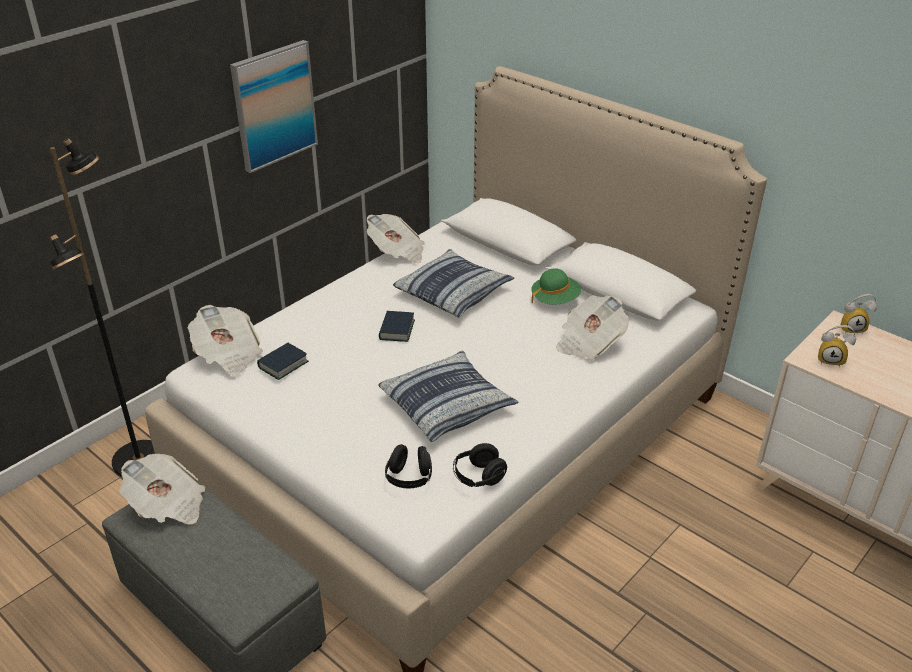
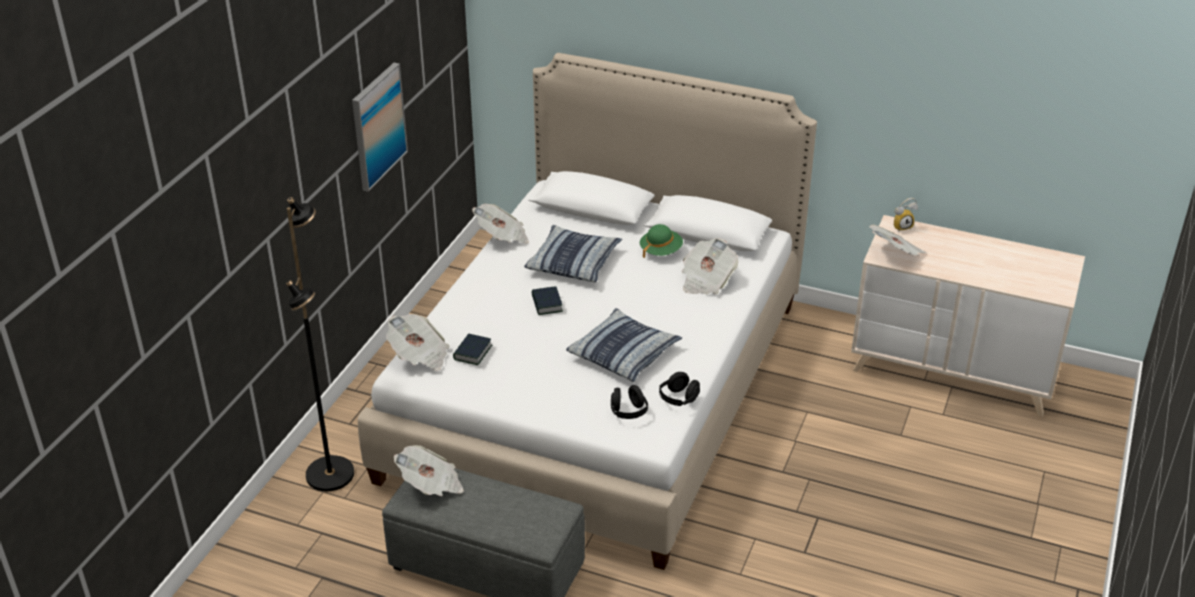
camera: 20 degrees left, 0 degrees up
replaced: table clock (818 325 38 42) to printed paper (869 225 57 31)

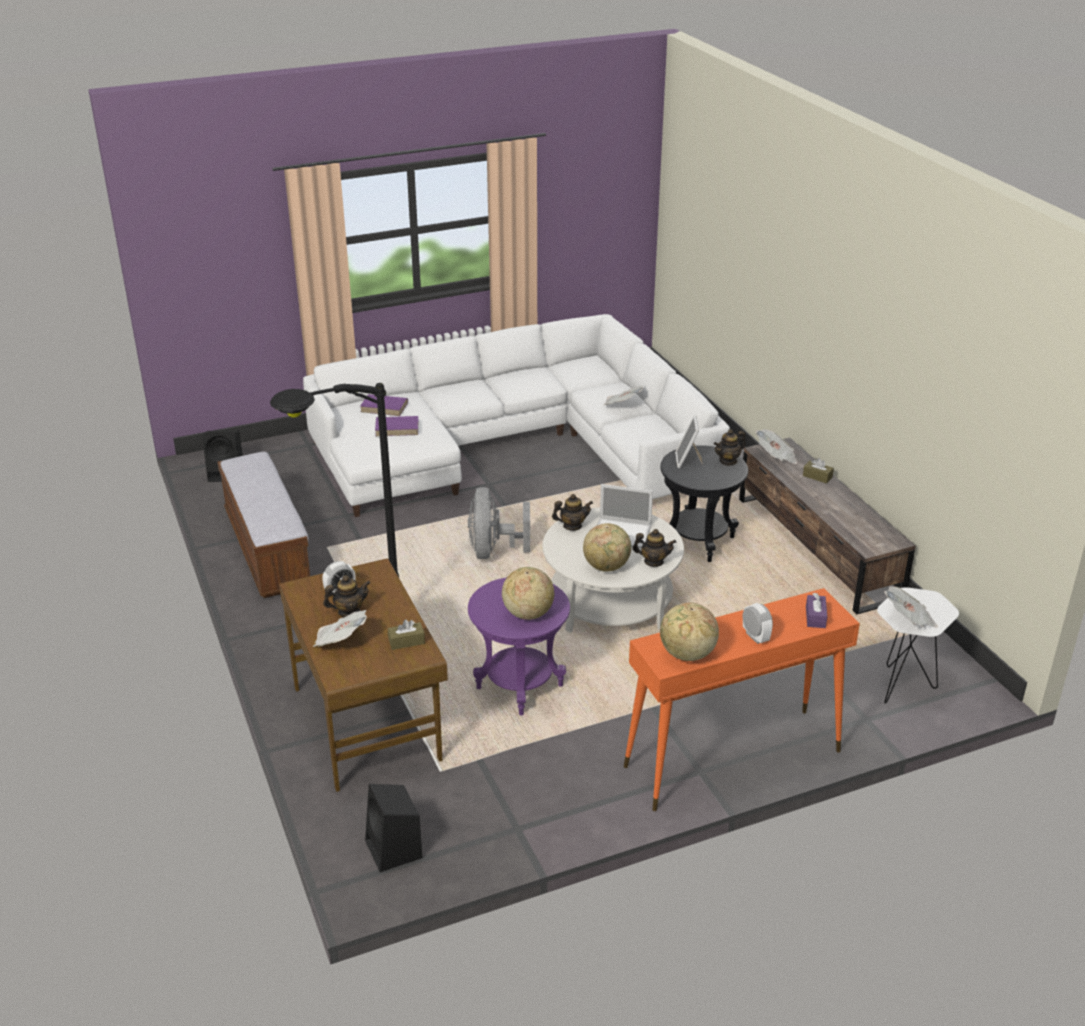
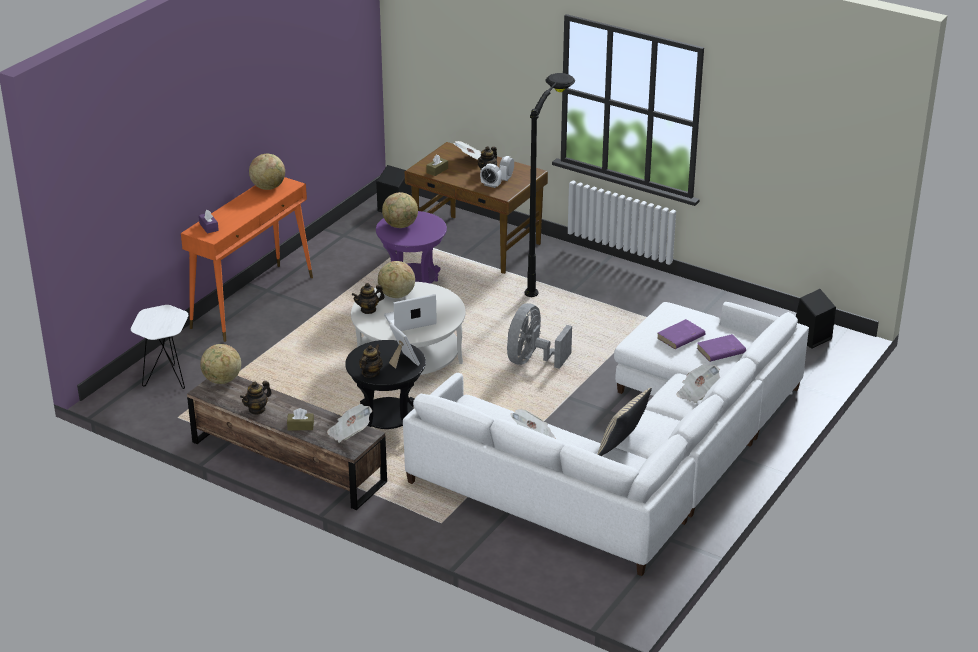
camera: 145 degrees right, 0 degrees up
removed: bench (217 452 93 146)
added: world globe (200 344 41 40); sand-coloured cushion (597 388 55 68)
moved: pot for tea (552 494 41 37) to (240 381 32 34); table clock (743 603 30 41) to (480 164 22 24); printed paper (884 587 54 40) to (676 364 44 39)
turned: grey electric fan (468 487 62 72) = (507 303 65 66) 120 degrees counterclockwise

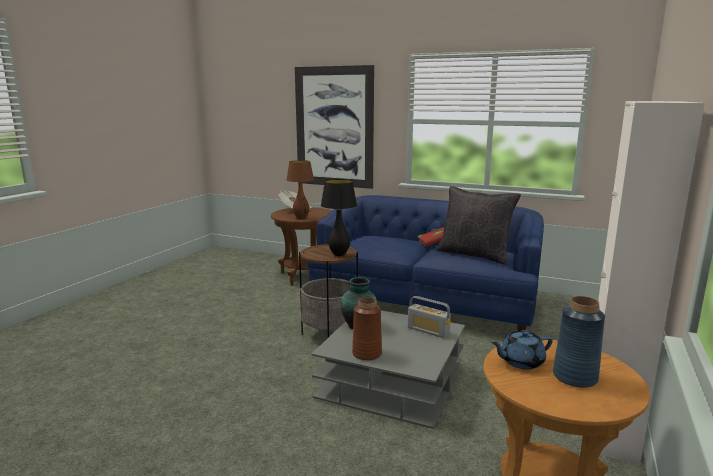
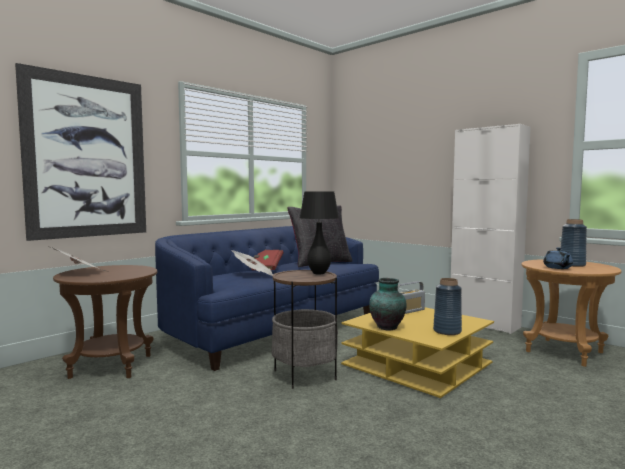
camera: 70 degrees left, 10 degrees down
removed: brownish tabletop lamp (287 160 27 59)
added: printed paper (231 250 42 26)
recoloured: grey lounge table (311 310 154 119) to yellow lounge table (341 307 153 91); brownish vase (352 297 30 64) to blue vase (433 278 29 57)

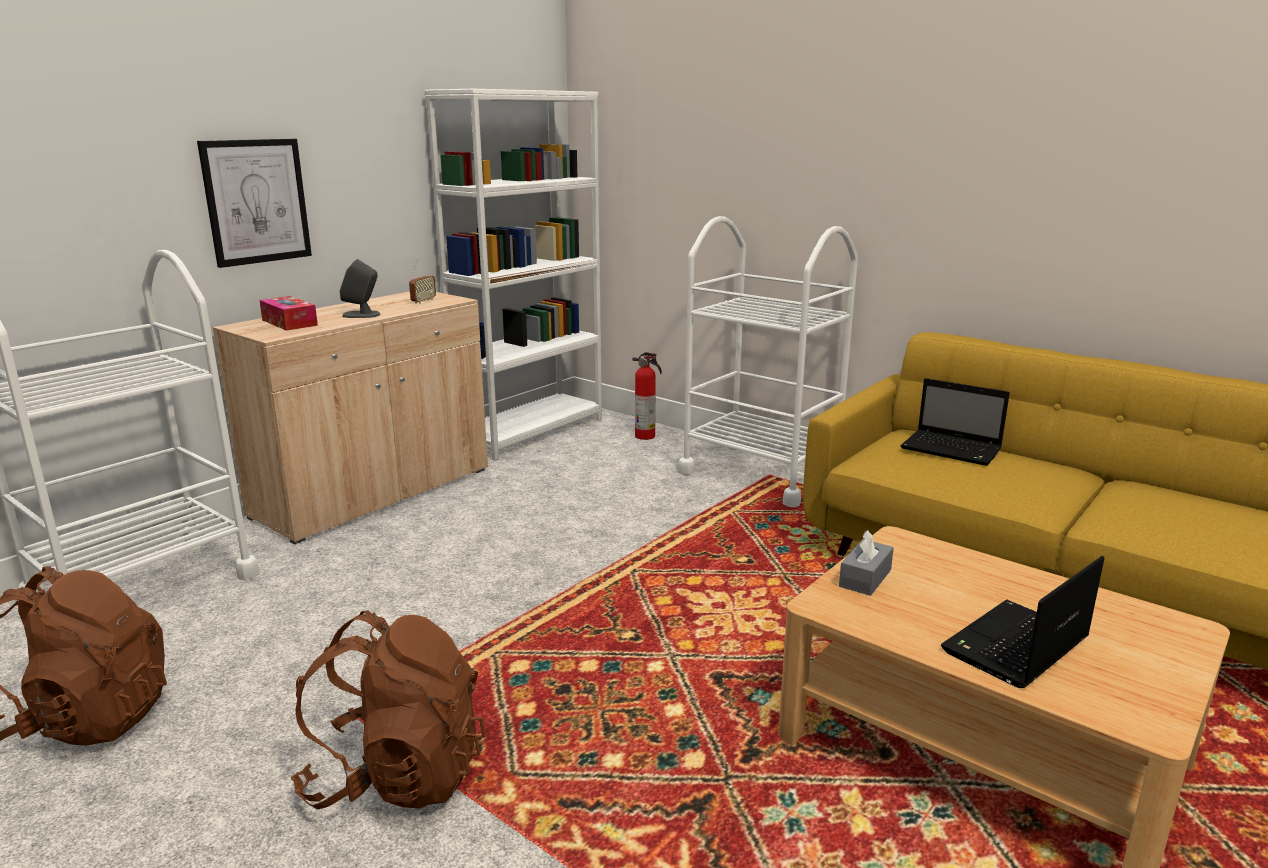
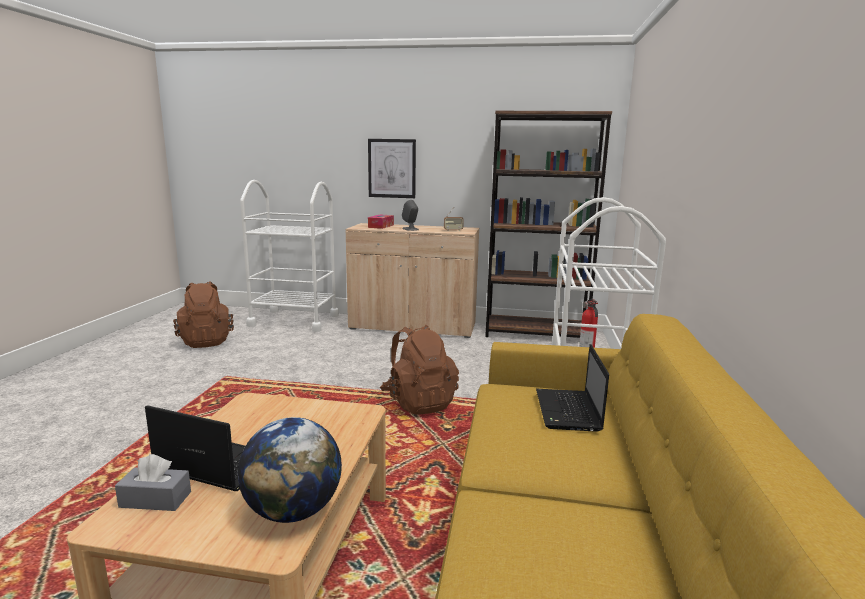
camera: 60 degrees right, 5 degrees down
added: world globe (238 417 104 106)
moved: brownish rucksack (291 610 195 199) to (380 325 79 90); grey tissue box (839 530 55 66) to (115 454 76 57)
recoloured: white-coloured bookcase (425 89 177 372) to brownish bookcase (485 111 127 227)

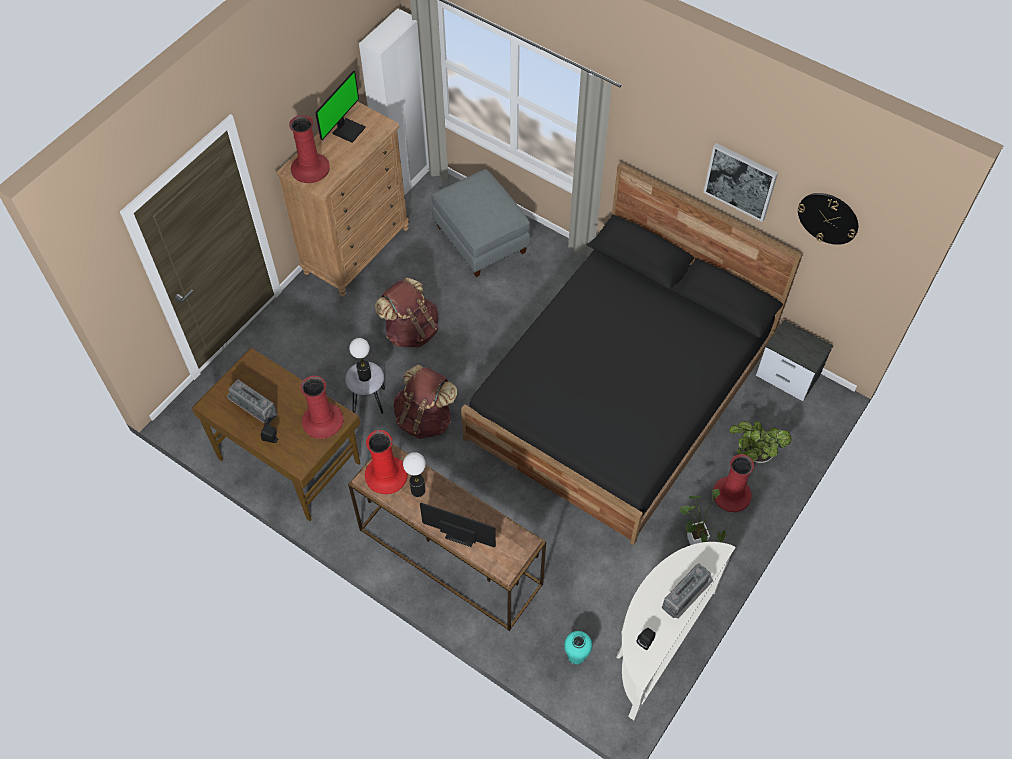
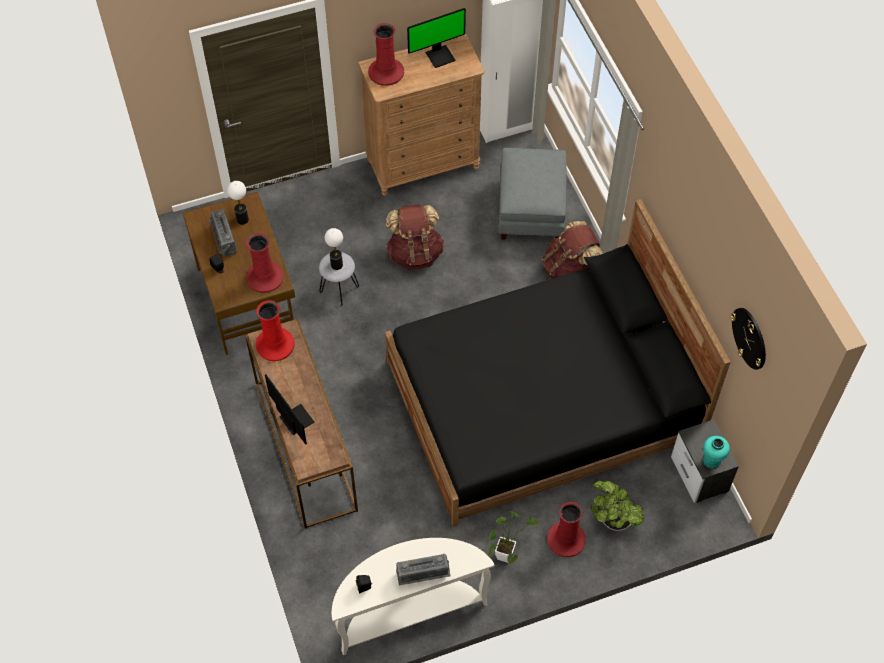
camera: 35 degrees right, 0 degrees up
removed: wall picture (703 143 75 79)
moved: brownish rucksack (393 365 64 74) to (542 221 60 58); tabletop lamp (403 452 23 45) to (227 181 22 44); blue-green vase (564 631 28 34) to (703 436 27 33)

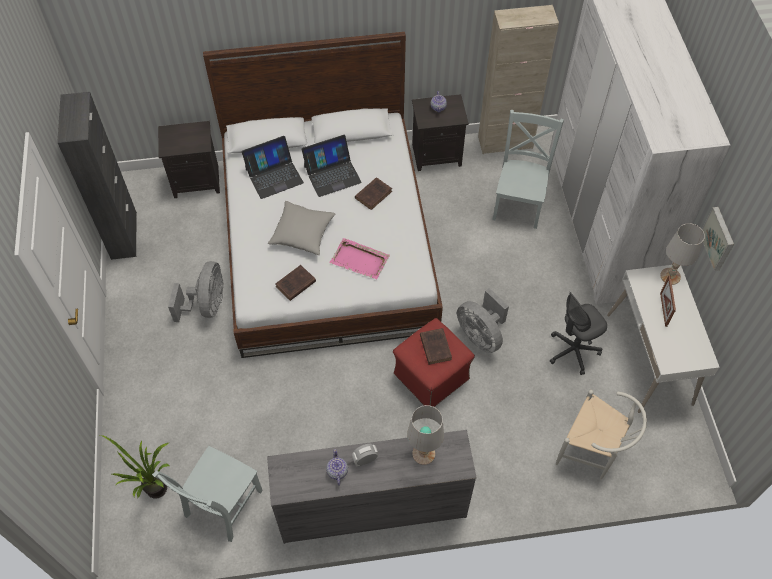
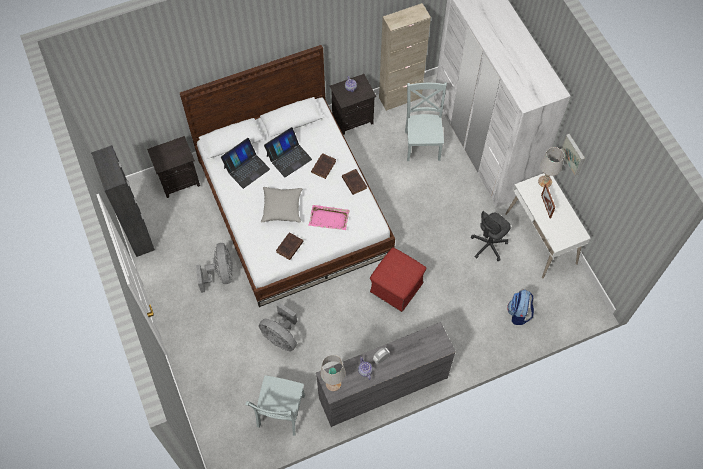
camera: 15 degrees left, 5 degrees up
removed: plant in a pot (100 435 70 64)
moved: white-coloured tabletop lamp (407 405 37 60) to (320 355 25 36); brownish volume (420 328 32 37) to (342 169 25 26); grey electric fan (457 288 52 65) to (259 303 38 48)
replaced: white-coloured upright chair (556 390 91 89) to rucksack (507 289 27 36)

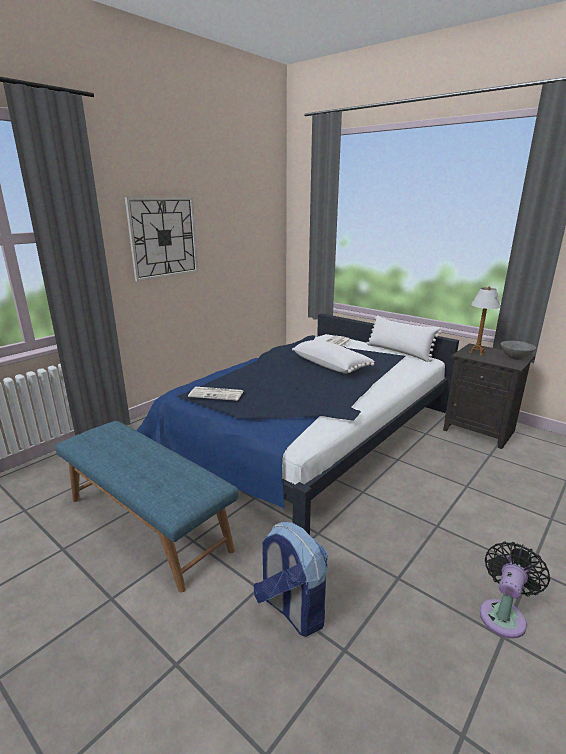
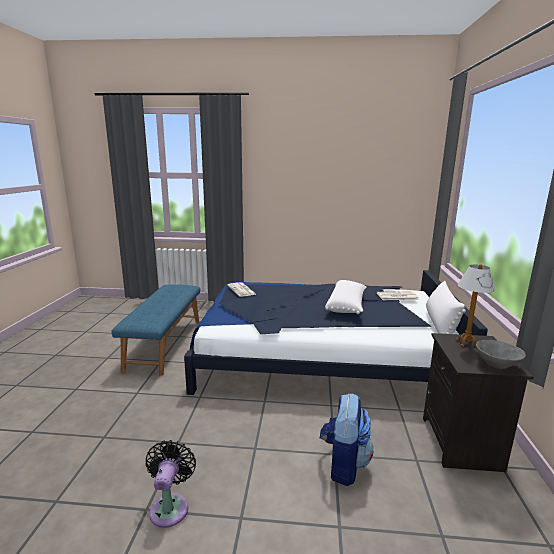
camera: 55 degrees right, 5 degrees down
removed: wall clock (125 197 73 84)
moved: rucksack (253 522 75 115) to (320 393 54 93)
turned: black electric fan (480 542 70 96) = (146 440 50 88) 90 degrees counterclockwise

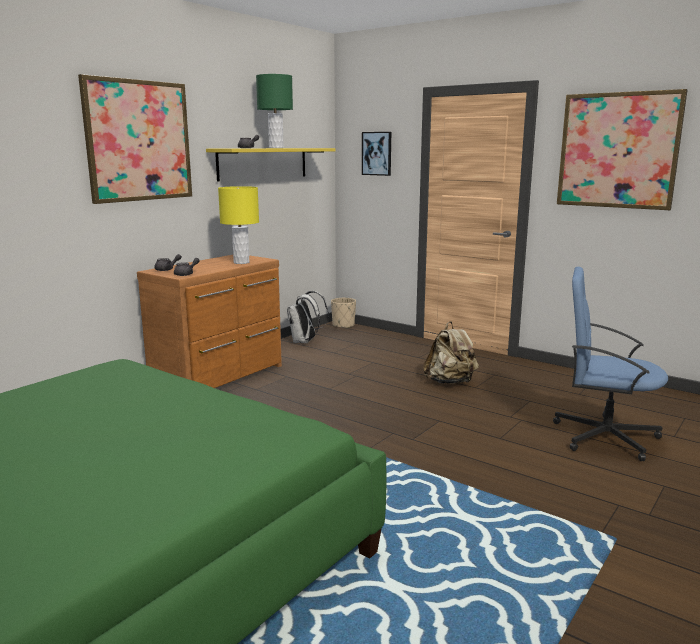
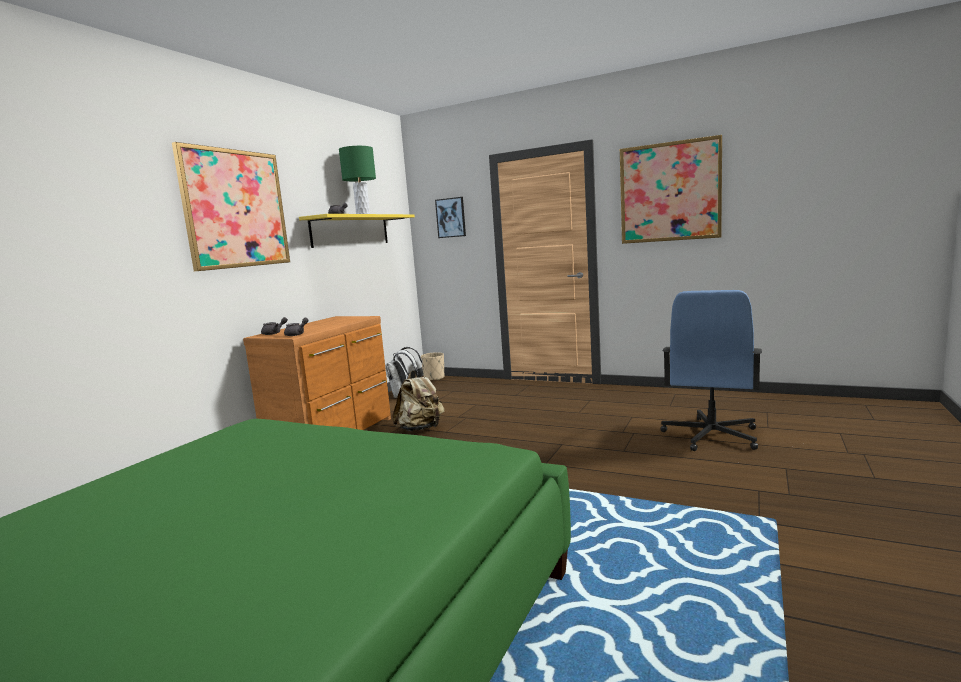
camera: 10 degrees left, 5 degrees down
removed: yellow tabletop lamp (218 186 41 78)
moved: sand-coloured rucksack (423 321 56 63) to (392 370 53 61)
turned: blue computer chair (553 267 115 194) = (660 290 102 161) 75 degrees counterclockwise

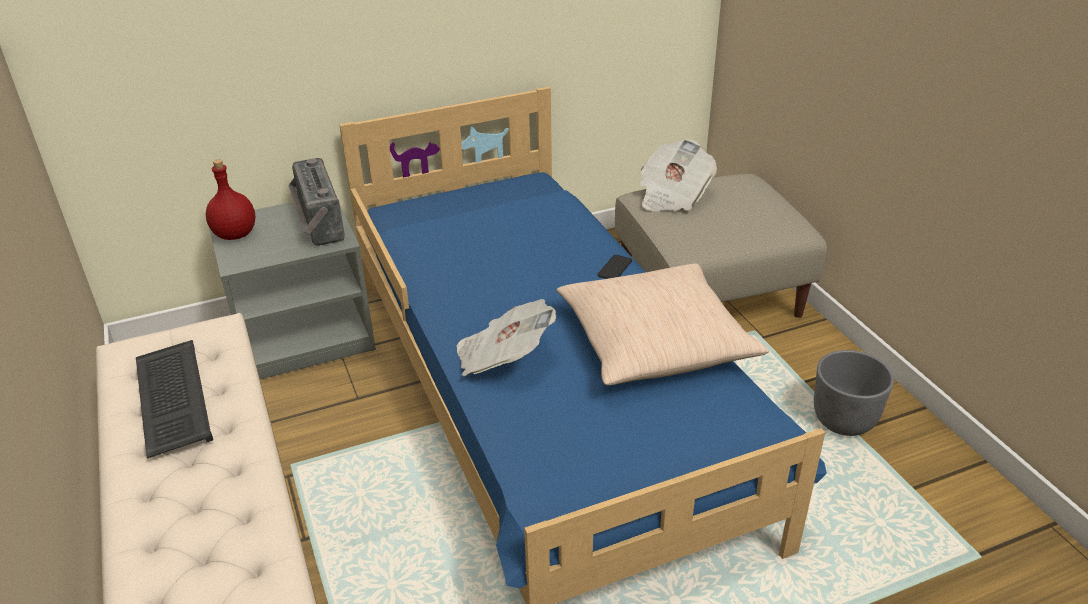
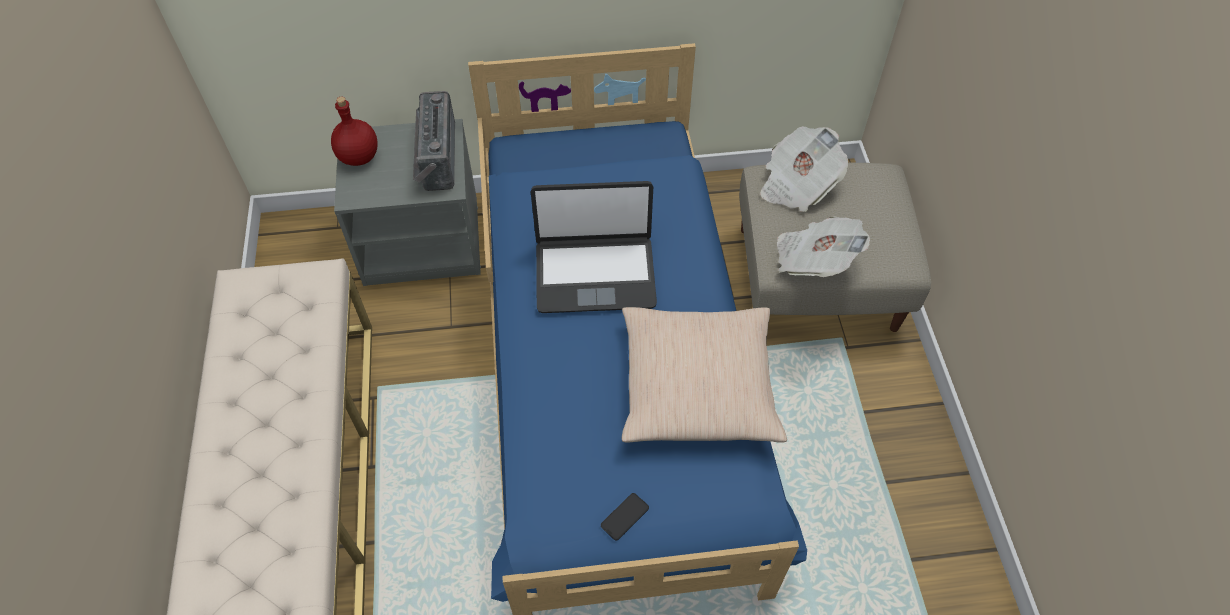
camera: 15 degrees right, 20 degrees up
removed: PC keyboard (136 340 77 119); grey plant pot (814 350 80 86)
added: laptop (530 181 127 132)
moved: printed paper (456 299 100 77) to (777 216 93 61); telephone (597 255 35 24) to (601 493 48 48)

